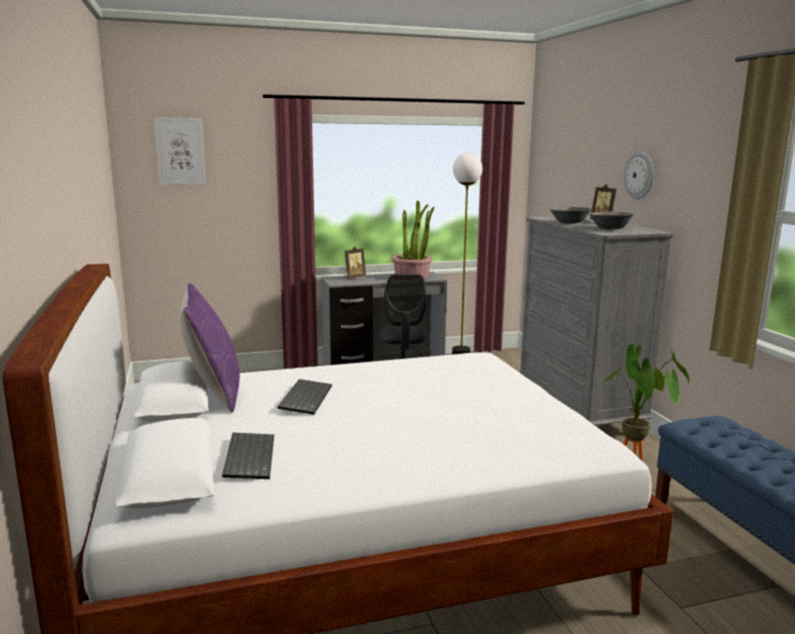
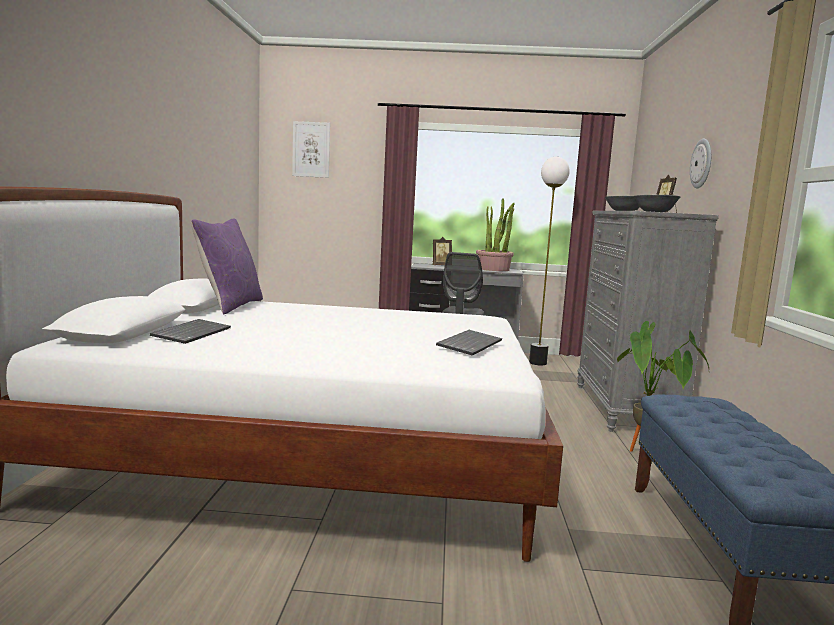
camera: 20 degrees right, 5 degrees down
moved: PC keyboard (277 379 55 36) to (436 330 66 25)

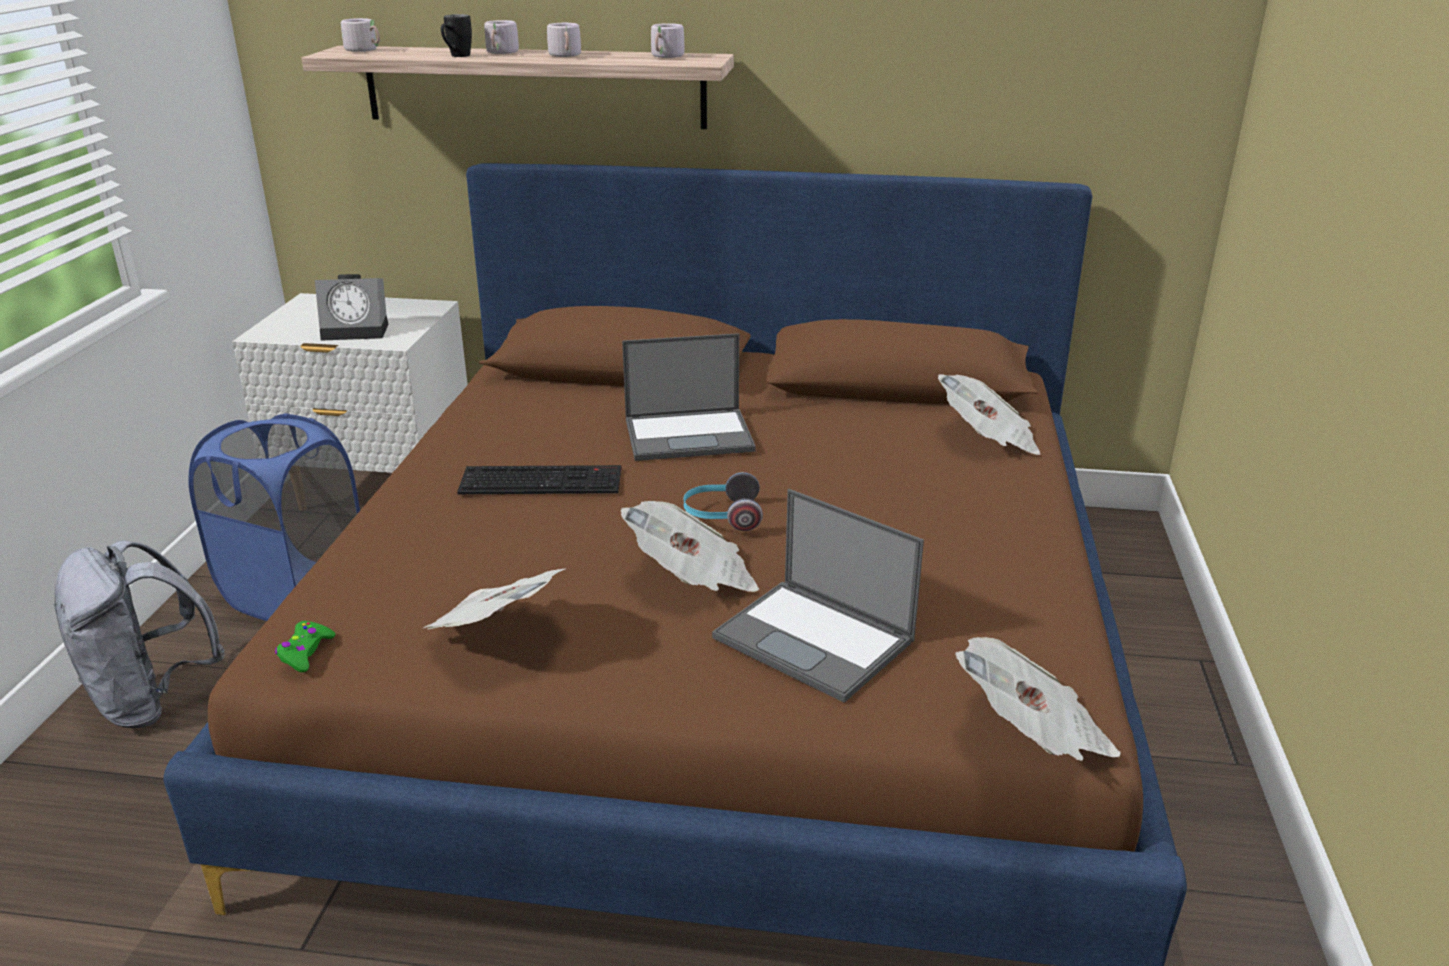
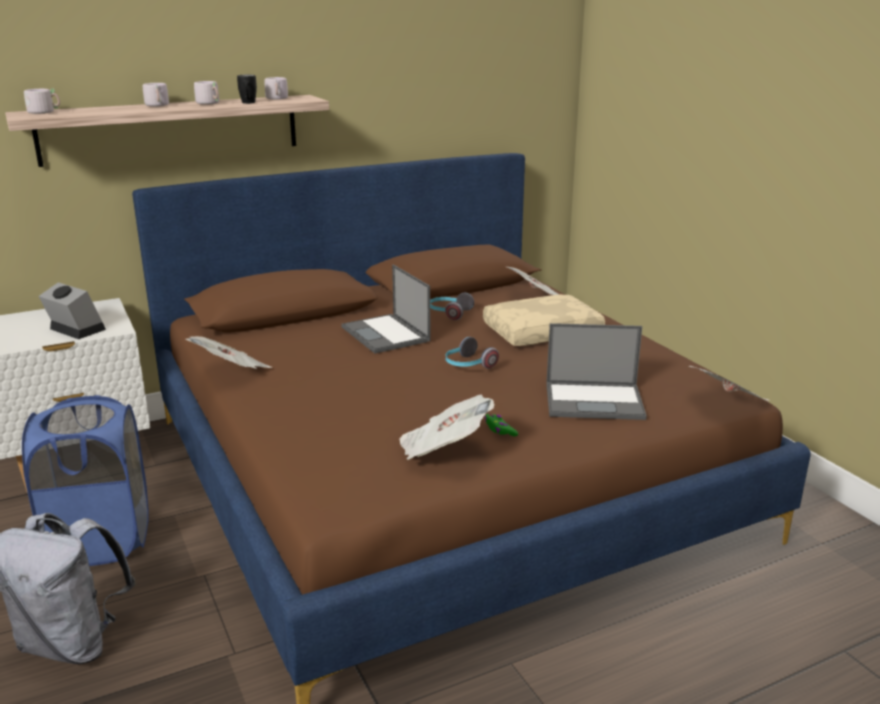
camera: 35 degrees left, 5 degrees down
removed: PC keyboard (457 465 165 29)
added: headphones (430 293 44 27); sand-coloured cushion (483 294 122 52)
moved: green game controller (275 621 61 51) to (485 414 33 23); black tea mug (441 14 31 43) to (237 75 20 29); printed paper (620 501 139 91) to (186 336 87 33)
turned: table clock (315 274 74 67) = (38 282 68 57) 105 degrees counterclockwise; laptop (622 333 134 128) = (341 264 89 90) 105 degrees clockwise

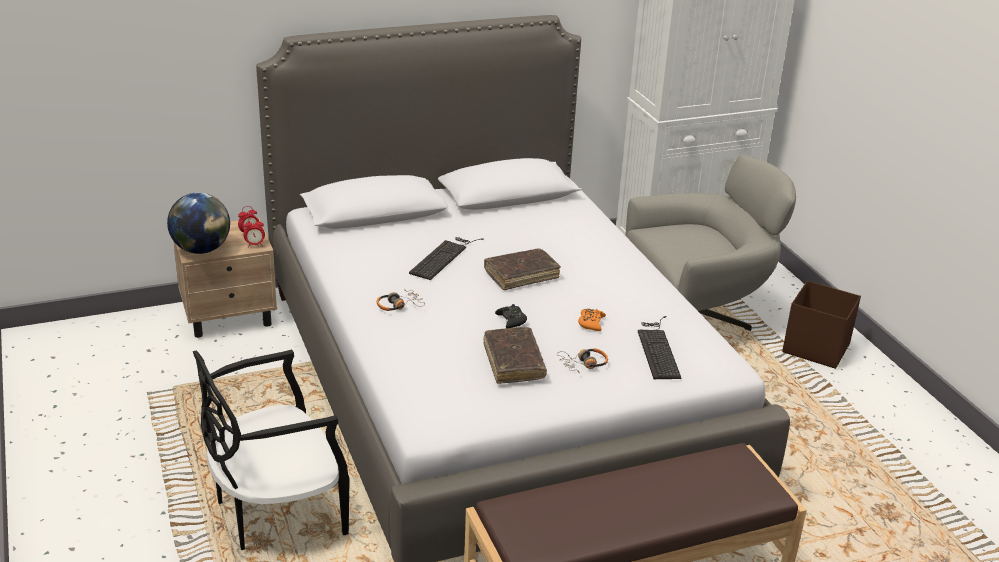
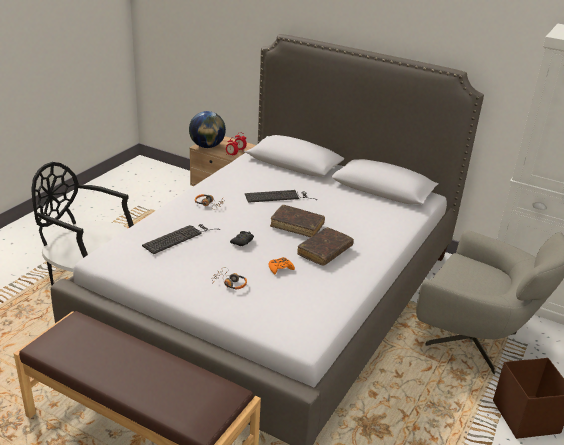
camera: 50 degrees right, 0 degrees up
moved: brownish volume (483 327 64 57) to (297 227 57 39); PC keyboard (638 316 43 63) to (142 224 78 30)

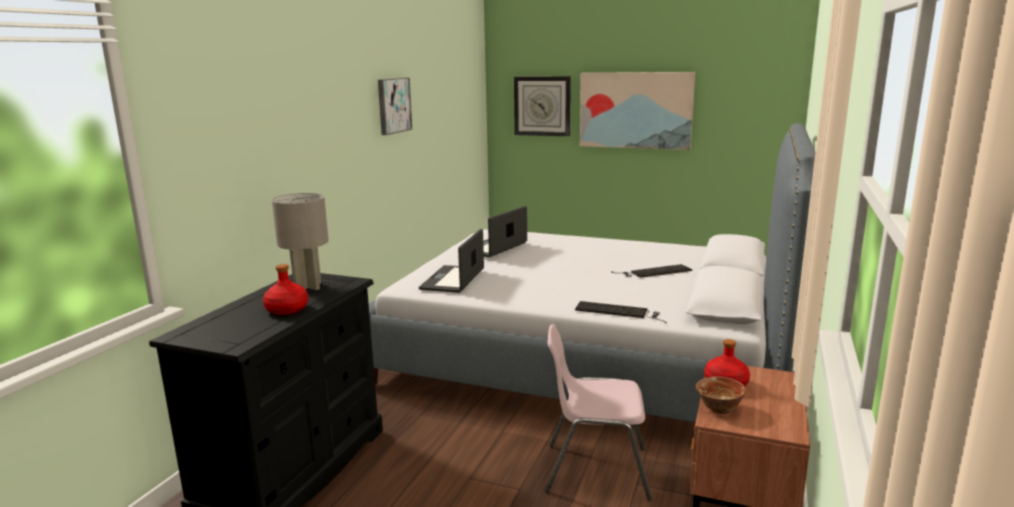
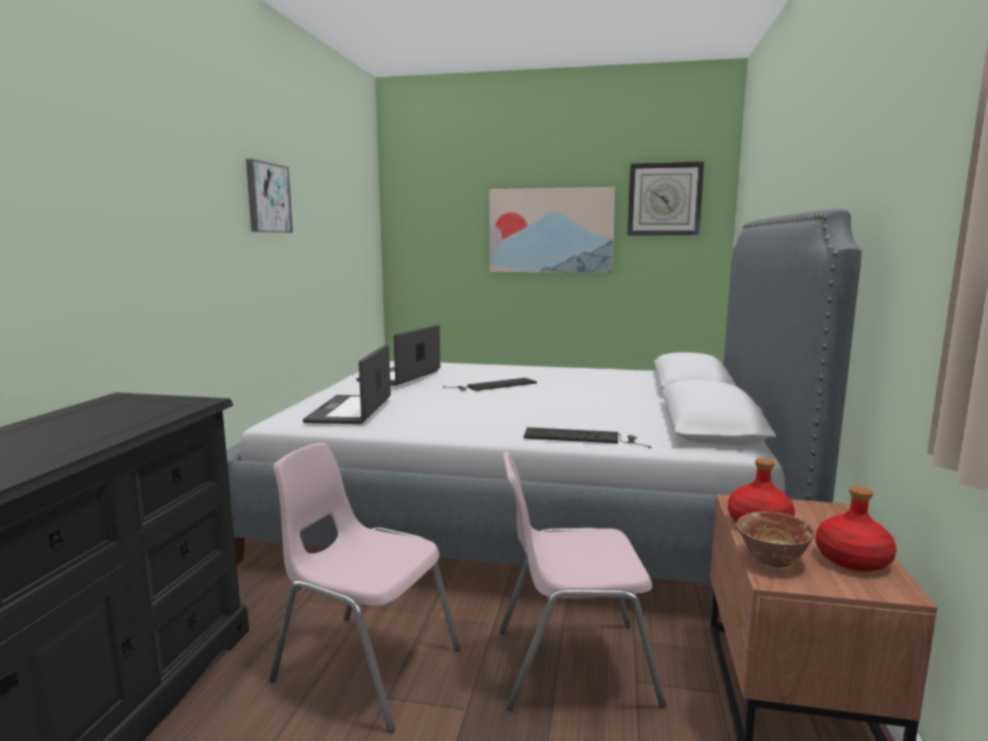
camera: 10 degrees left, 5 degrees down
removed: grey tabletop lamp (272 193 57 97)
added: pink-coloured upright chair (269 443 192 290)
moved: red-coloured bottle (263 264 46 51) to (815 486 82 86); wall clock (514 76 57 60) to (627 162 77 74); PC keyboard (611 264 81 14) to (443 378 94 13)

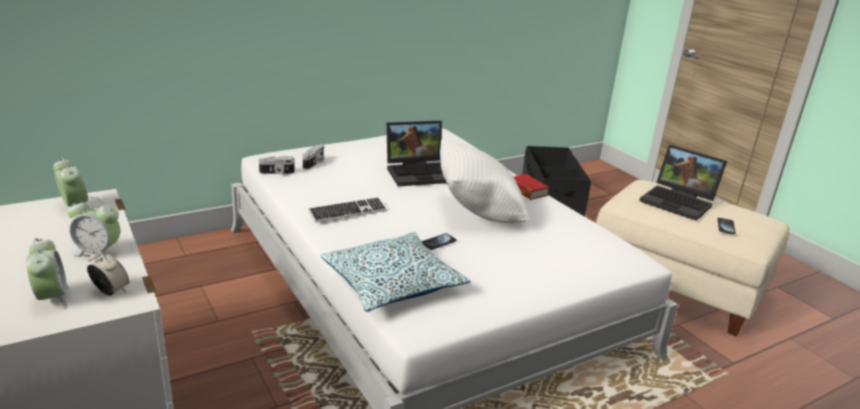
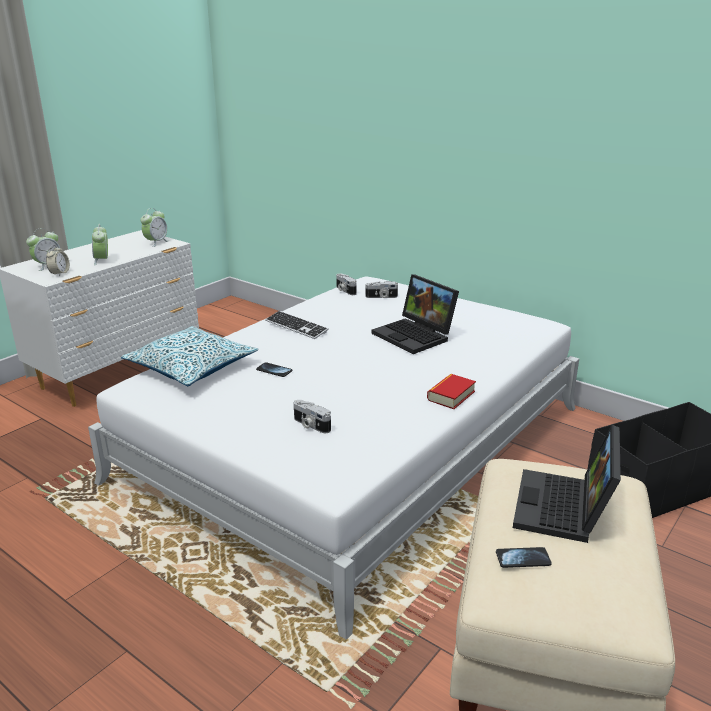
camera: 70 degrees right, 0 degrees up
removed: white-coloured cushion (440 139 89 84)
added: photo camera (294 400 37 33)

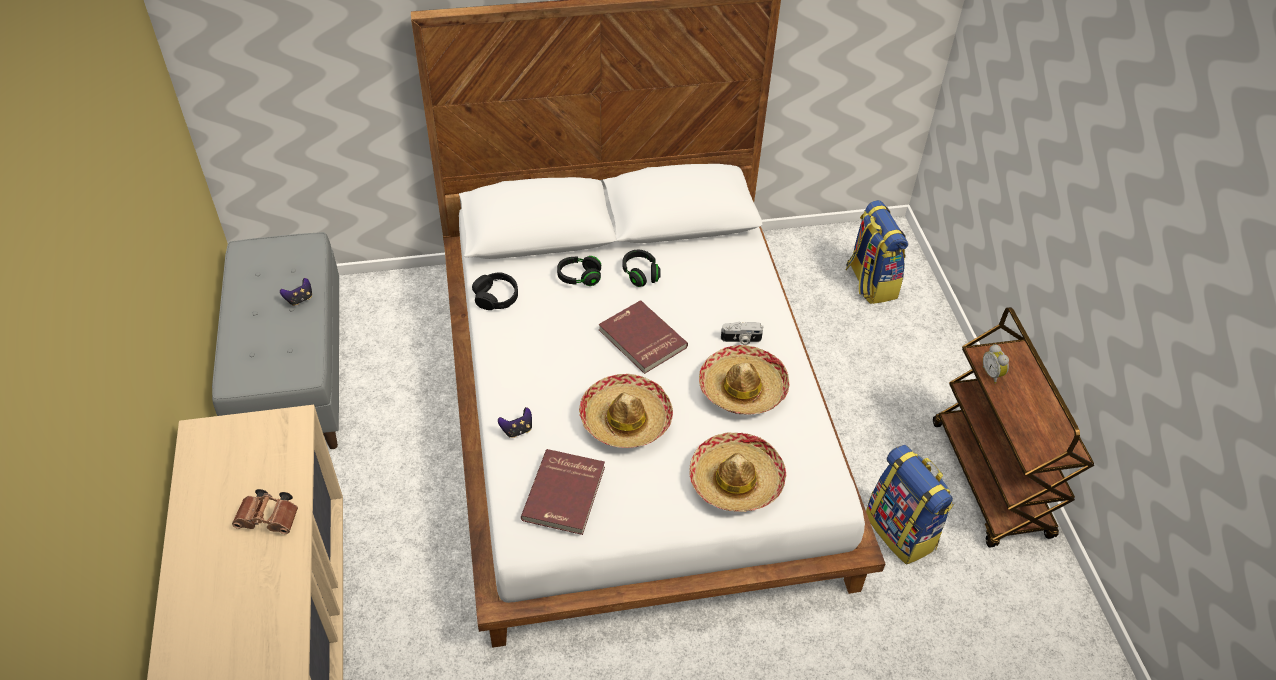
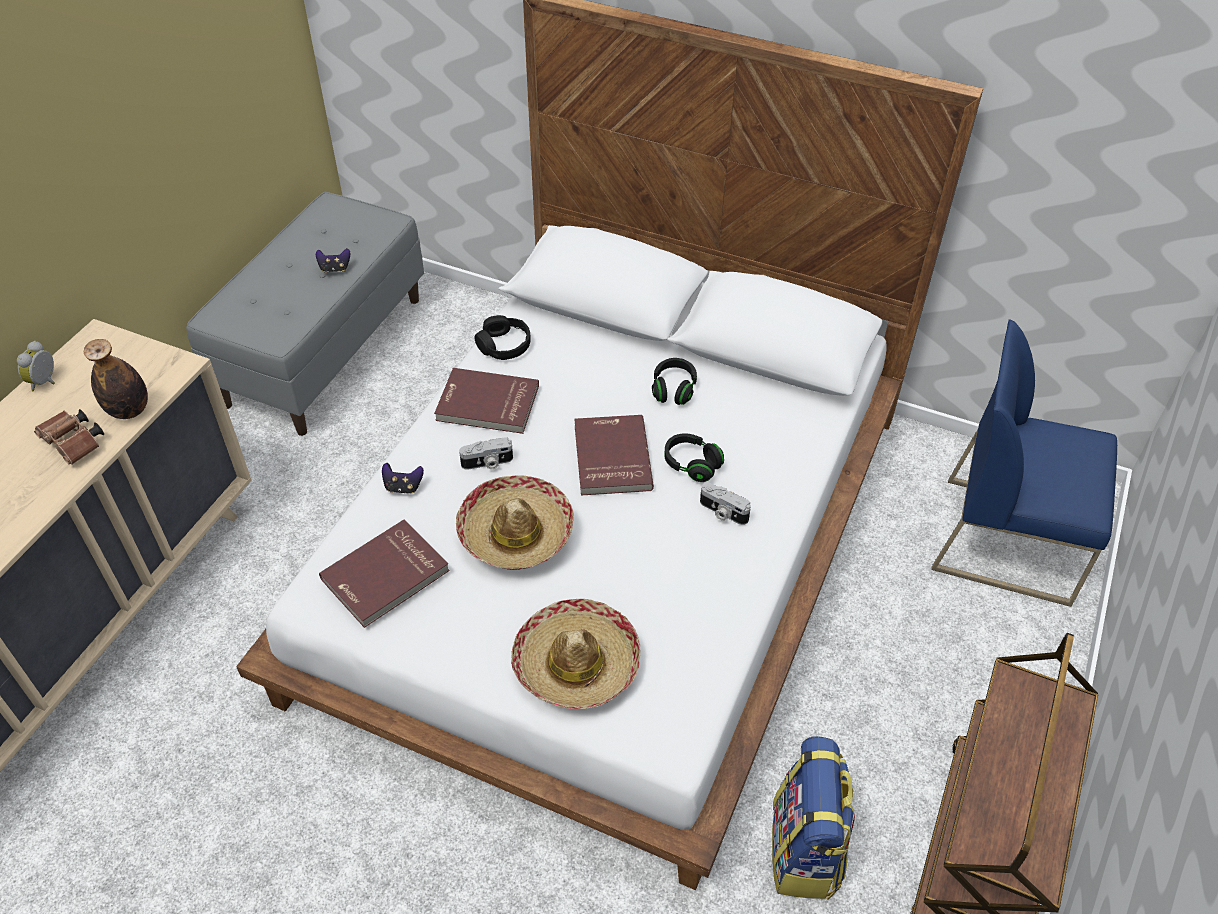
camera: 35 degrees right, 0 degrees up
removed: wearable hat (699 345 90 70)
added: bottle (84 339 64 80); red-coloured volume (434 368 105 66); photo camera (459 437 54 33)
moved: black headphones (557 256 44 30) to (664 433 60 49); table clock (982 344 27 40) to (17 341 38 50)
replaced: rucksack (846 200 62 104) to blue upright chair (931 319 186 288)

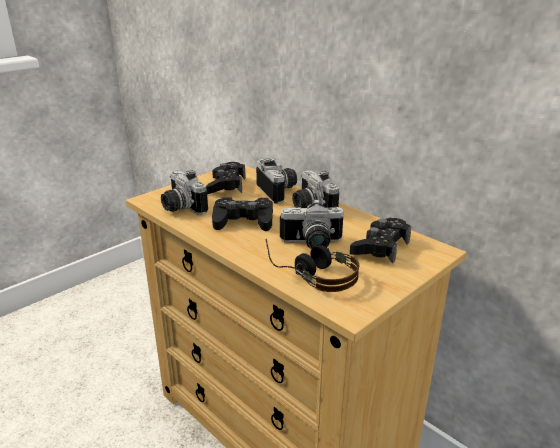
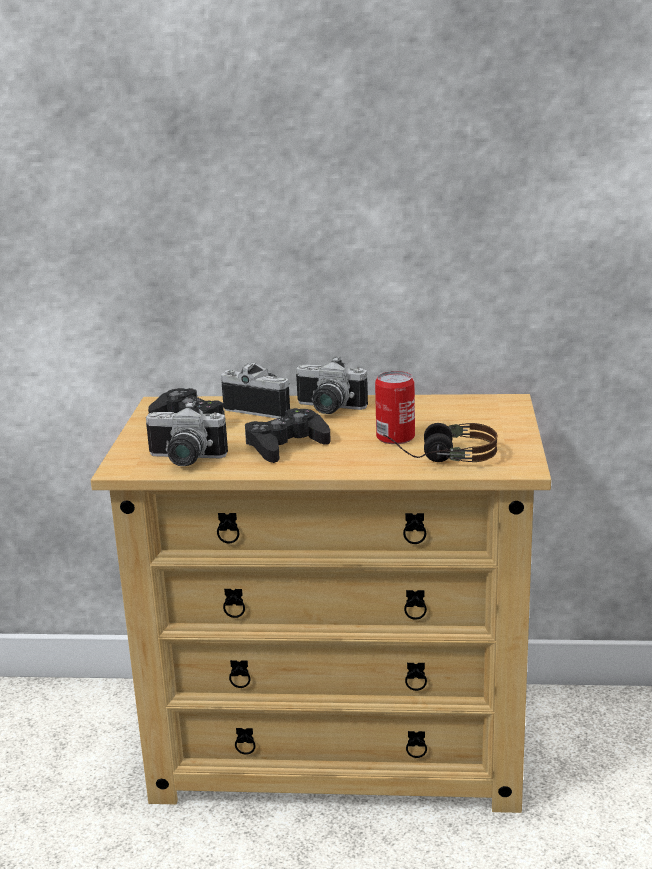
camera: 40 degrees left, 5 degrees down
removed: black game controller (350 218 61 46)
replaced: photo camera (280 199 64 50) to metal can (375 371 40 73)

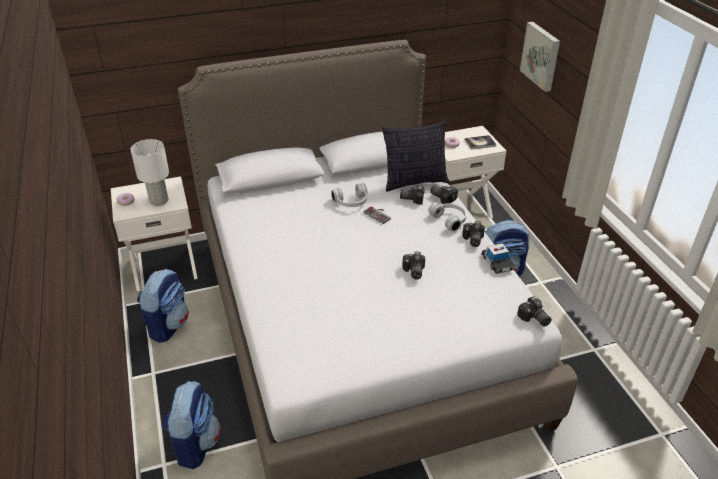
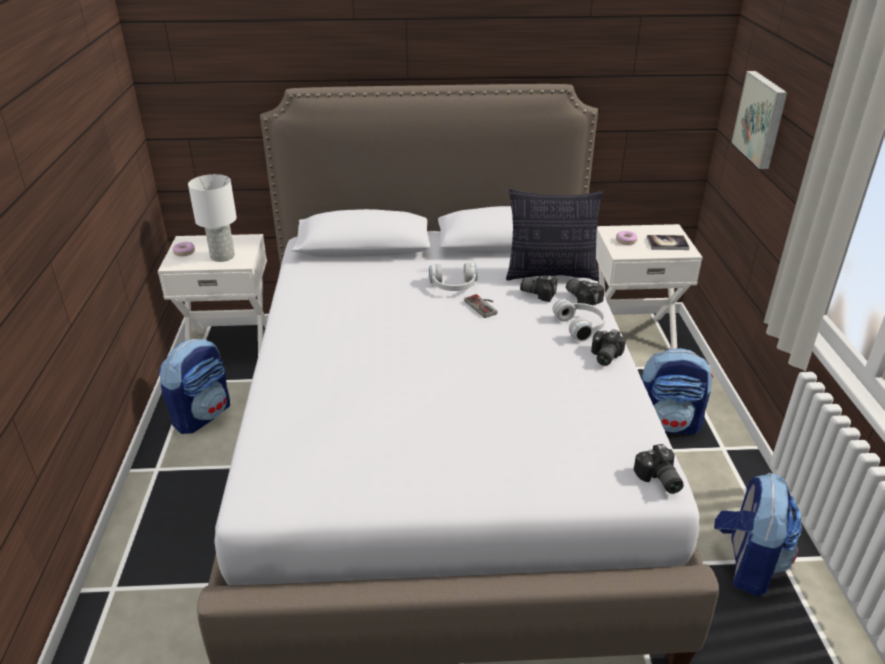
camera: 15 degrees right, 5 degrees down
removed: photo camera (402 252 23 28); model car (481 243 35 31)
moved: rucksack (162 381 58 88) to (714 472 88 124)

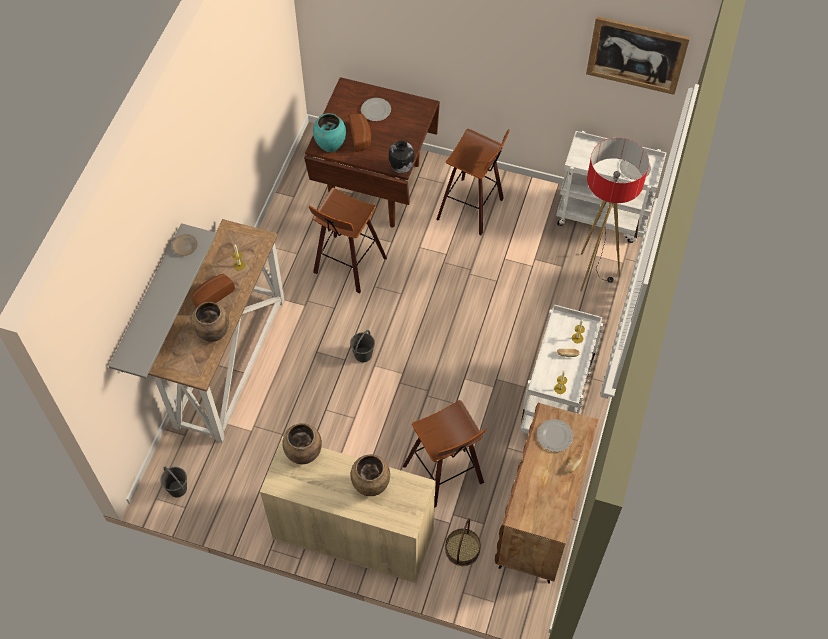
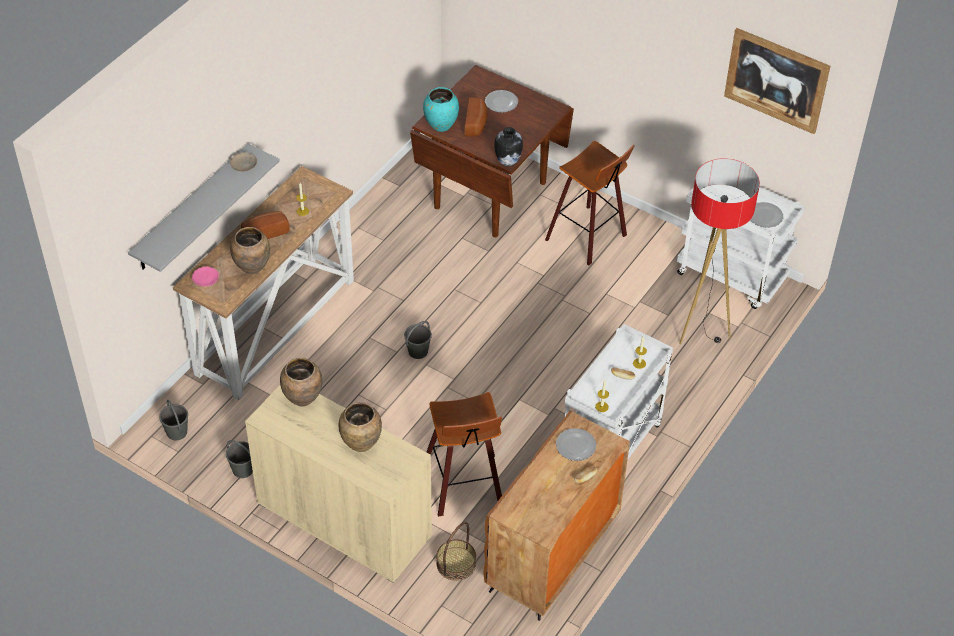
camera: 15 degrees right, 10 degrees down
removed: sitting stool (308 188 79 105)
added: pink-coloured plate (192 266 27 20); grey water bucket (226 440 27 38)

